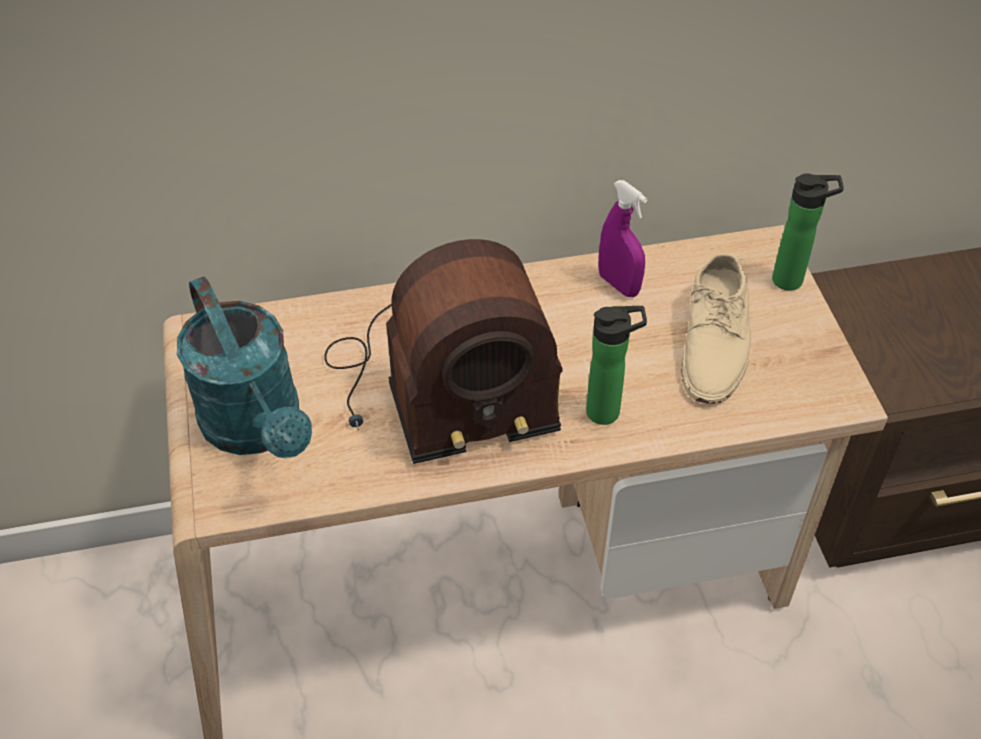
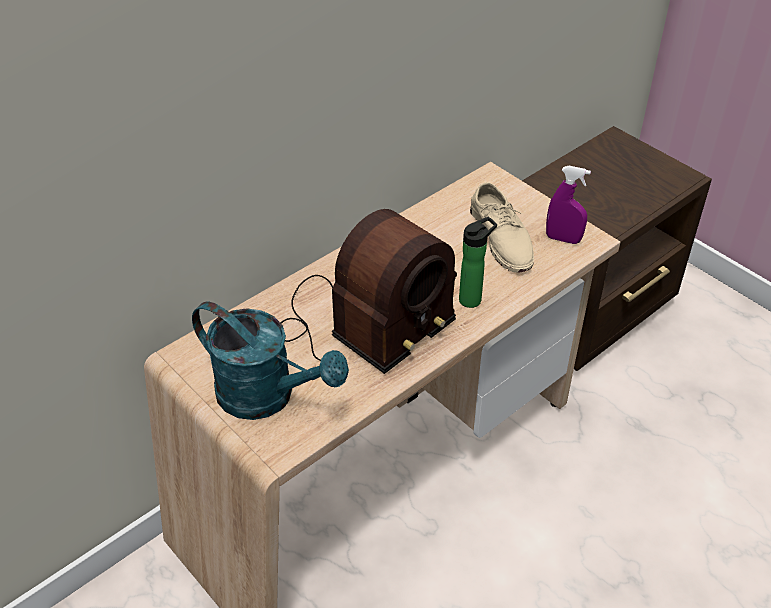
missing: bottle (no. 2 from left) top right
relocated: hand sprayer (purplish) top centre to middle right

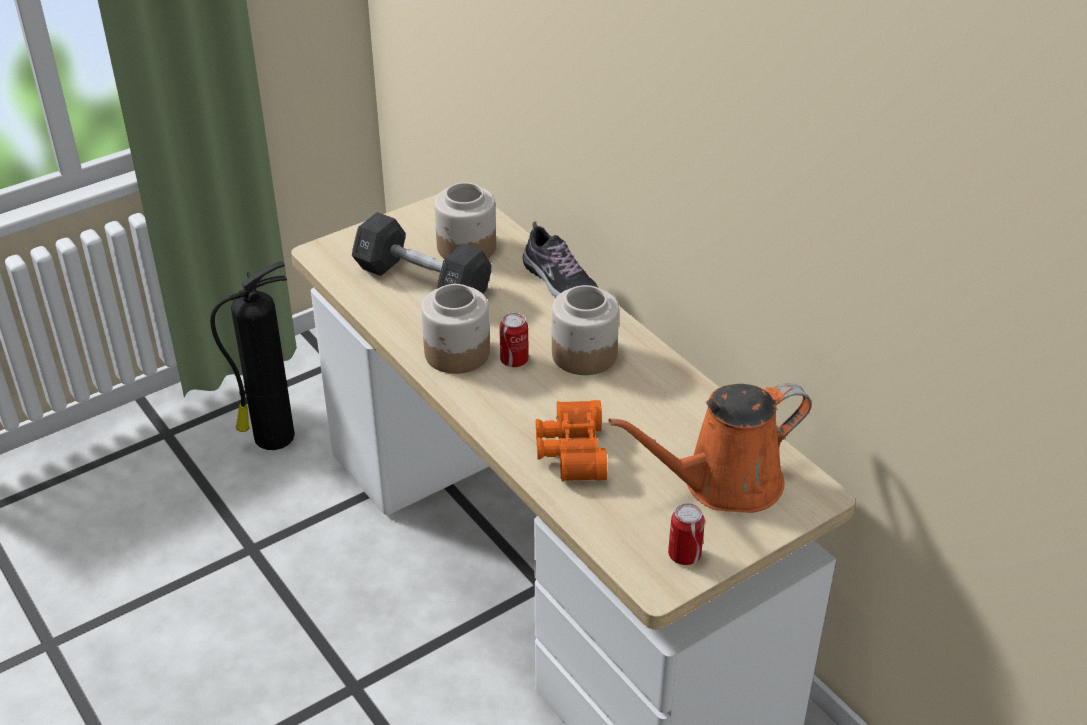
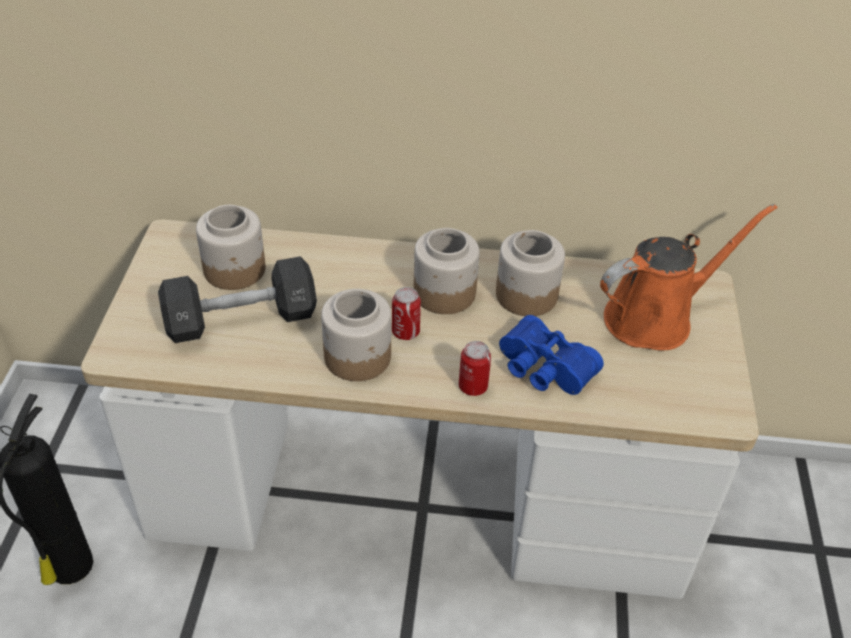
missing: item of footwear centre
appeared: preserve jar (no. 4 from left) centre
relocated: can (no. 2 from left) bottom centre to centre
colour: binoculars (orange-coloured) centre to binoculars (bluish) centre
spun: sprinkling can (orange-coloured) centre = middle right 135 degrees counterclockwise

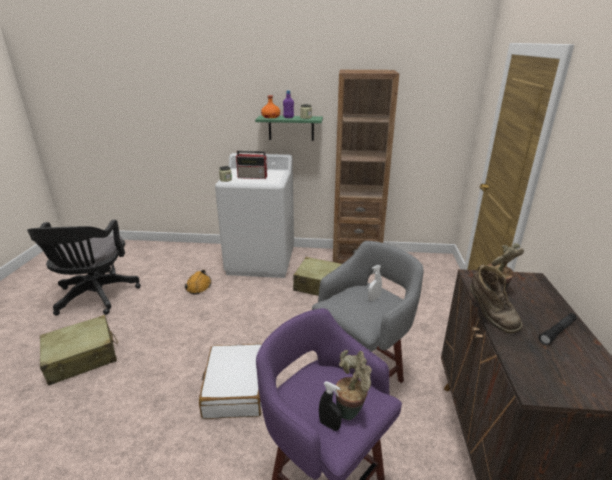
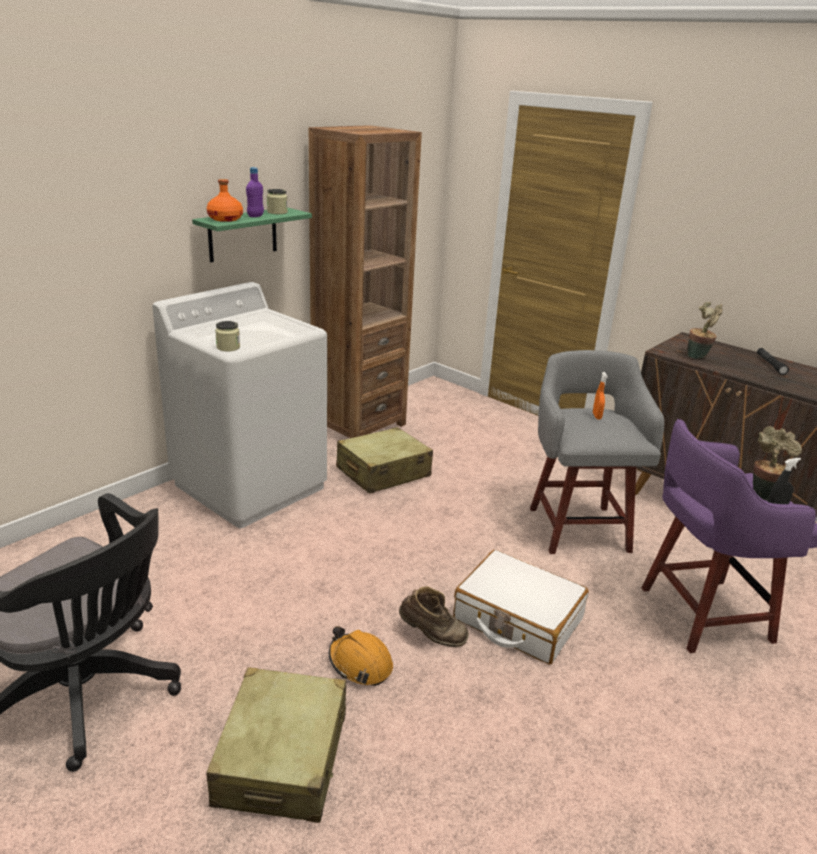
missing: radio set centre
relocated: hard hat (orange-coloured) middle left to bottom centre; boot (brown) middle right to bottom centre
colour: hand sprayer (whitish) centre to hand sprayer (orange-coloured) middle right

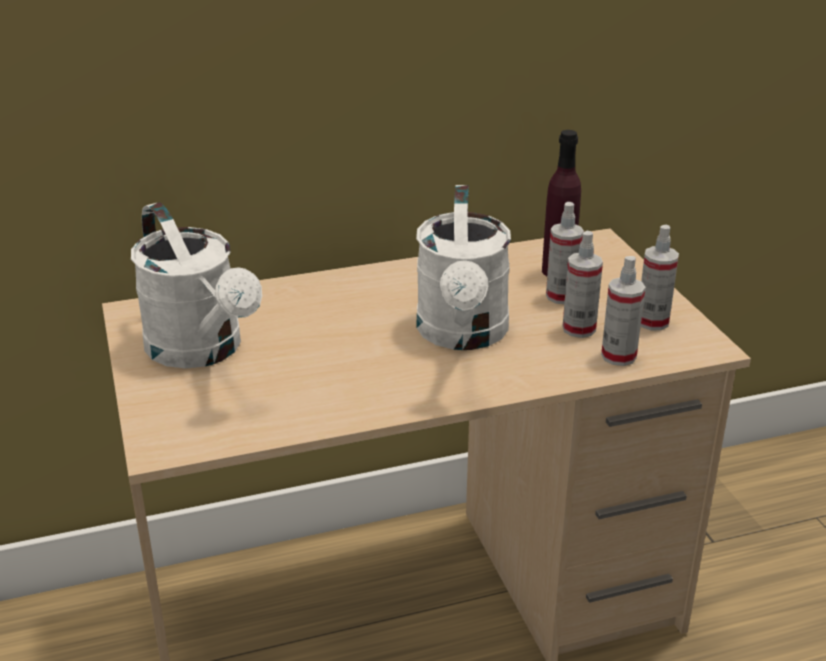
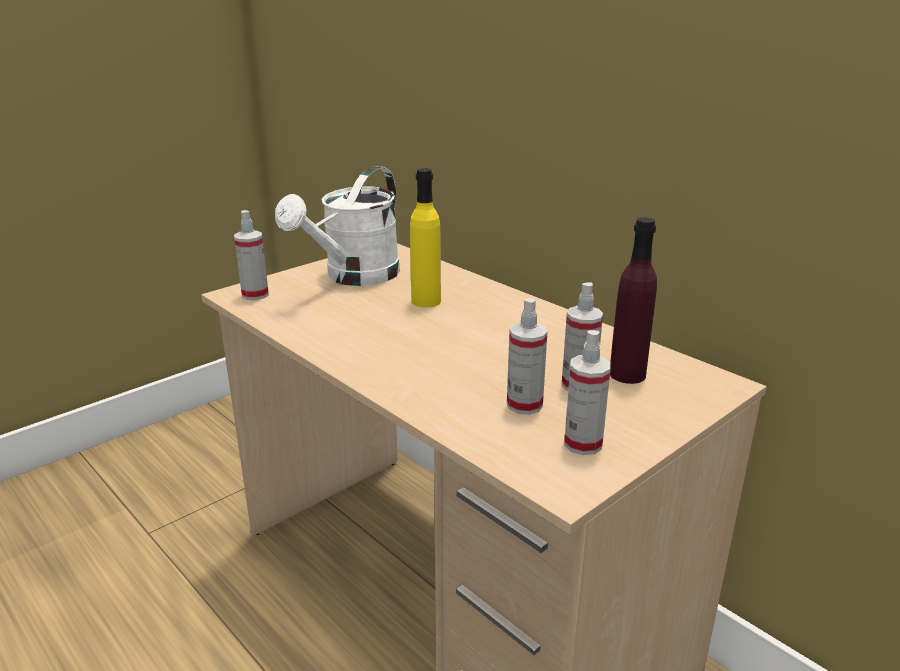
missing: sprinkling can (whitish) (no. 2 from left) centre
appeared: bottle (yellow) centre
relocated: hand sprayer (no. 3 from left in the first image) middle right to hand sprayer (no. 1 from left) middle left

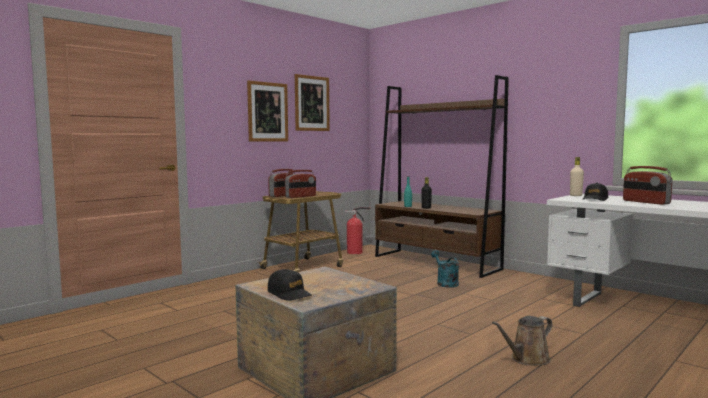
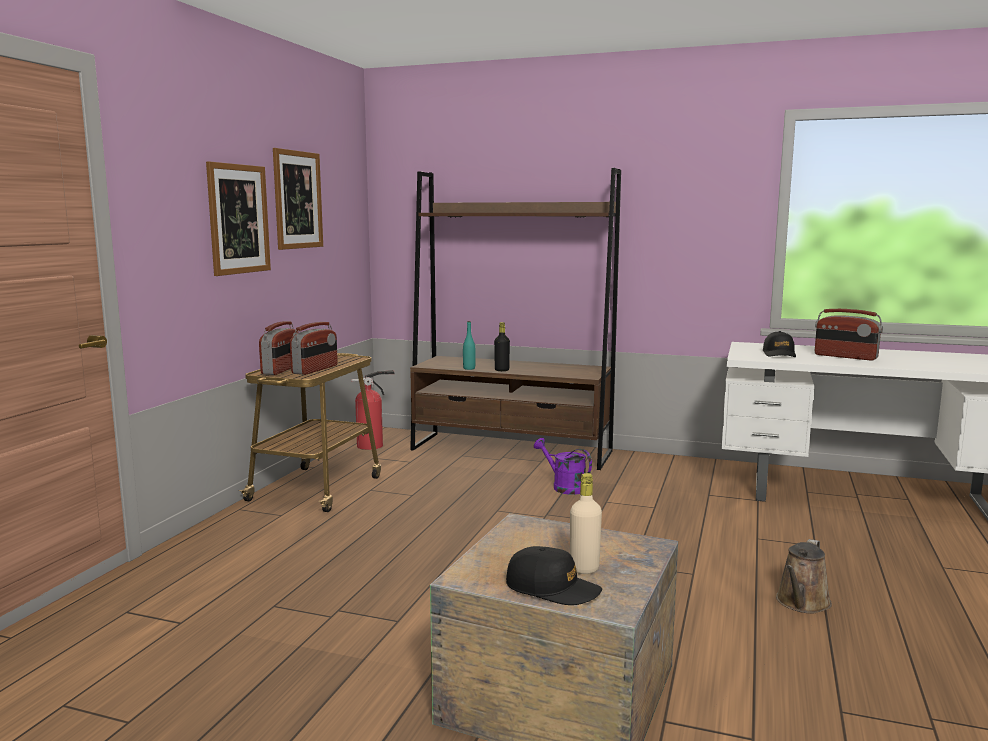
relocated: bottle (sand-coloured) middle right to bottom centre
colour: sprinkling can (turquoise-coloured) bottom centre to sprinkling can (purplish) centre

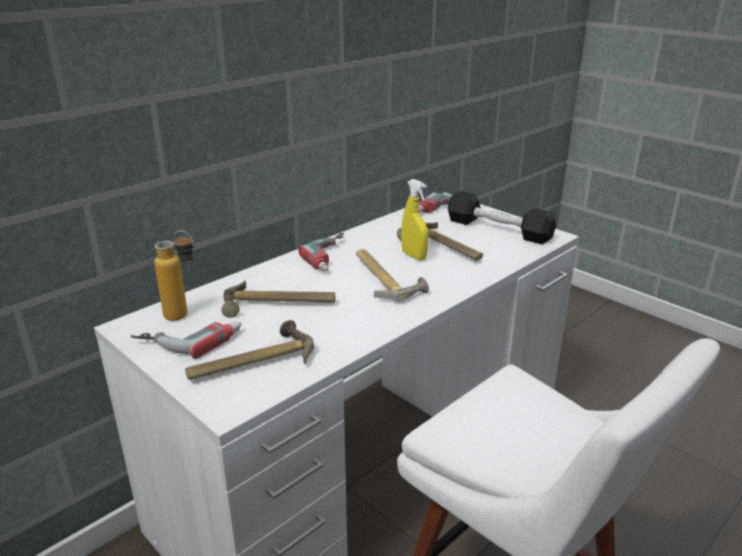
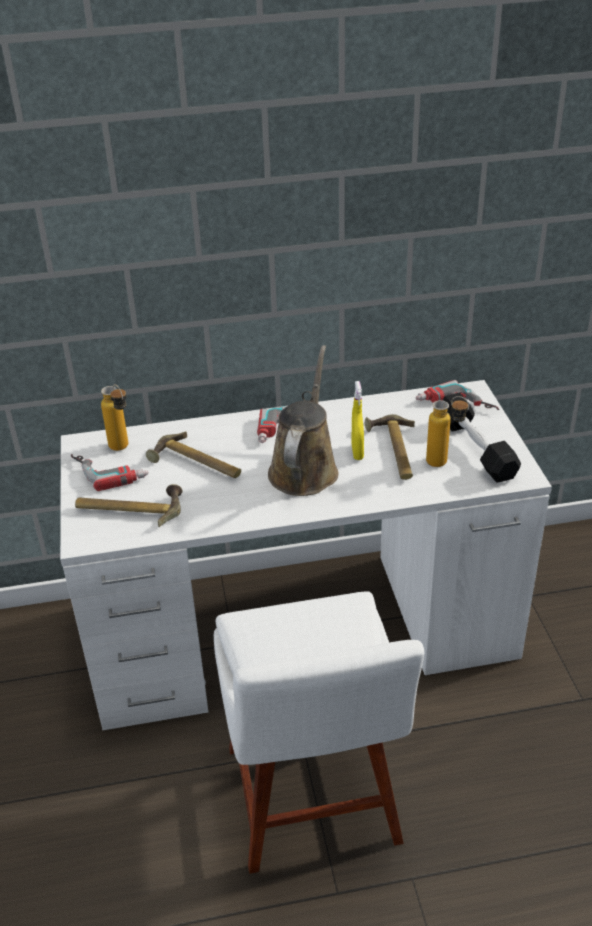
appeared: bottle (no. 2 from left) middle right
exchanged: hammer (no. 3 from left) centre to sprinkling can (brown) centre

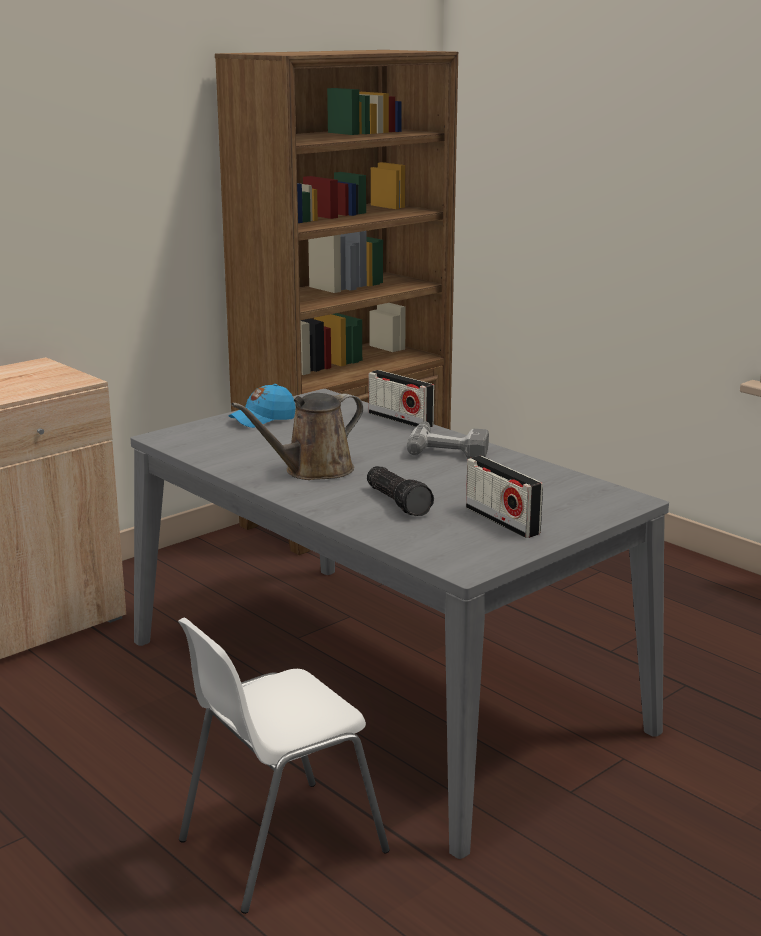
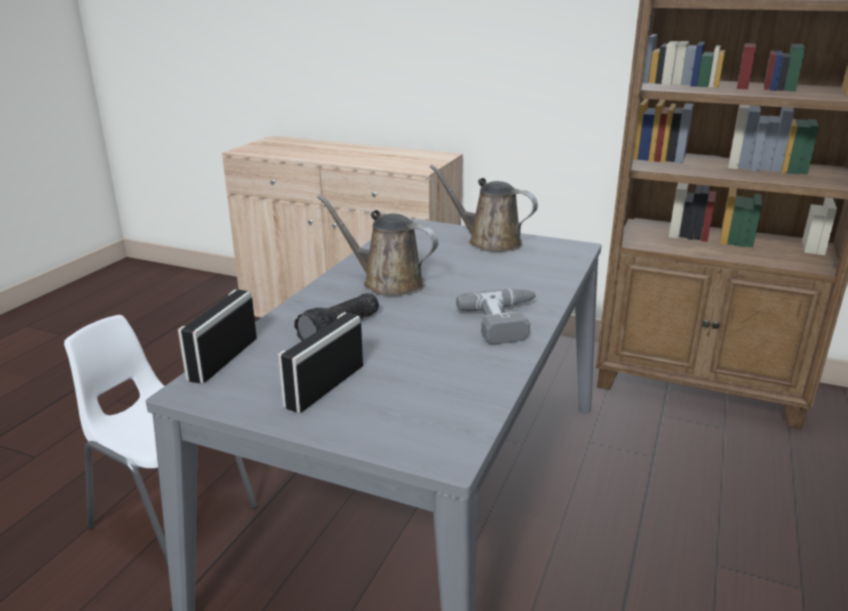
relocated: radio set (no. 1 from left) centre to middle left
exchanged: peaked cap (bluish) centre to sprinkling can (brown) (no. 2 from left) centre

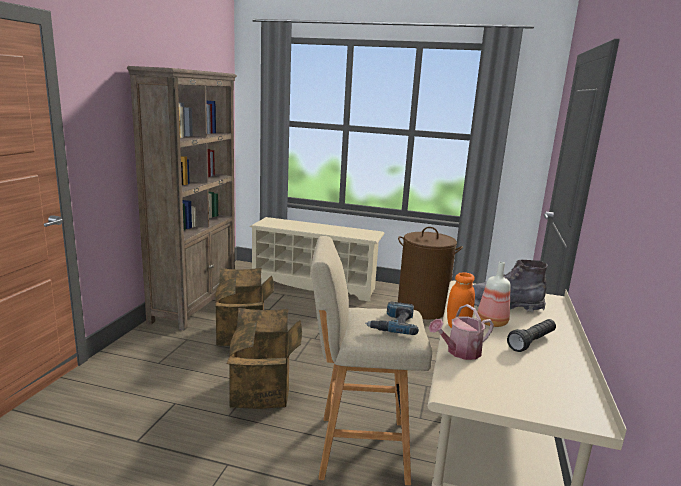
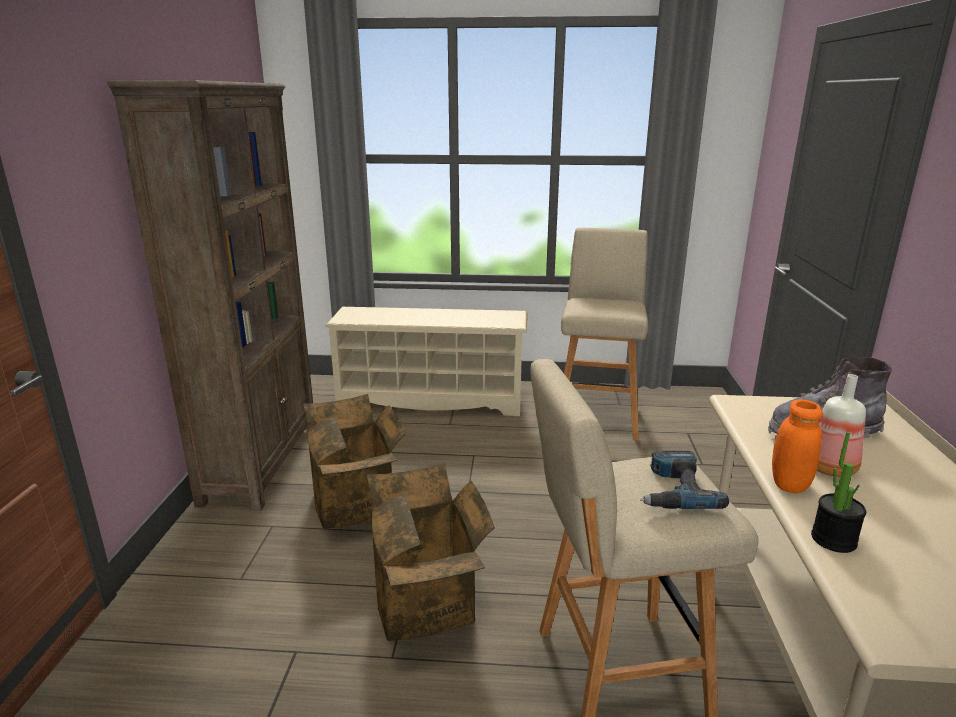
missing: hand torch (blackish) bottom right
exchanged: laundry basket (brown) centre to stool (sand-coloured) (no. 1 from left) centre; sprinkling can bottom right to plant in a pot bottom right

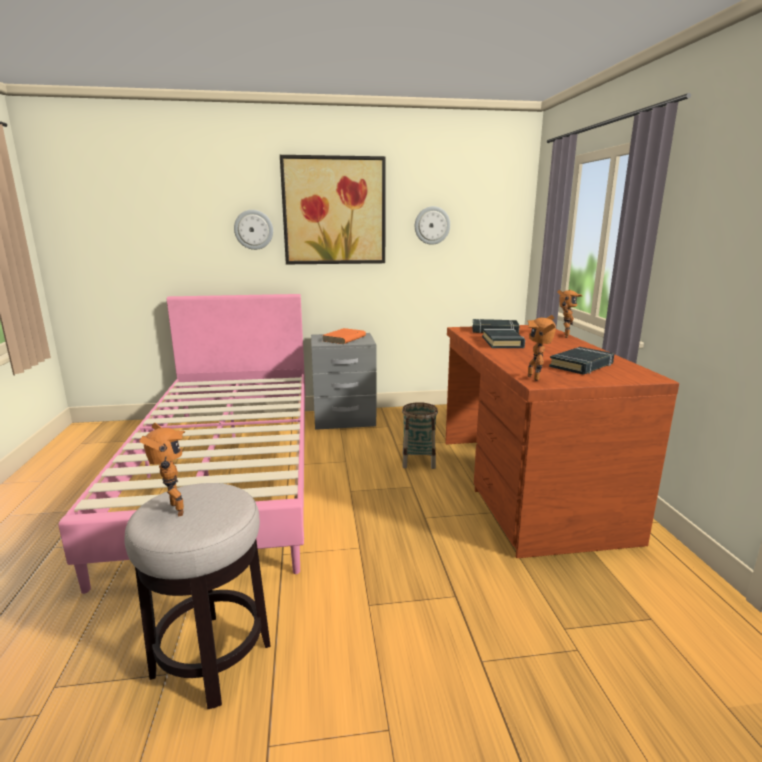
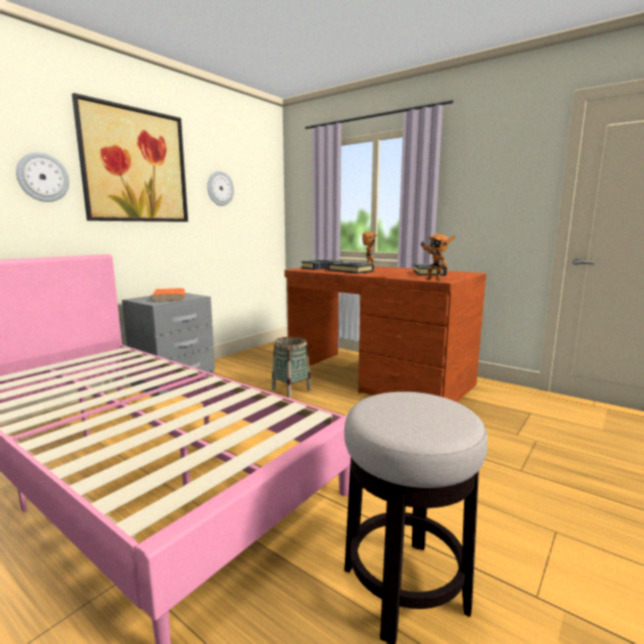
missing: model robot (no. 1 from left) middle left

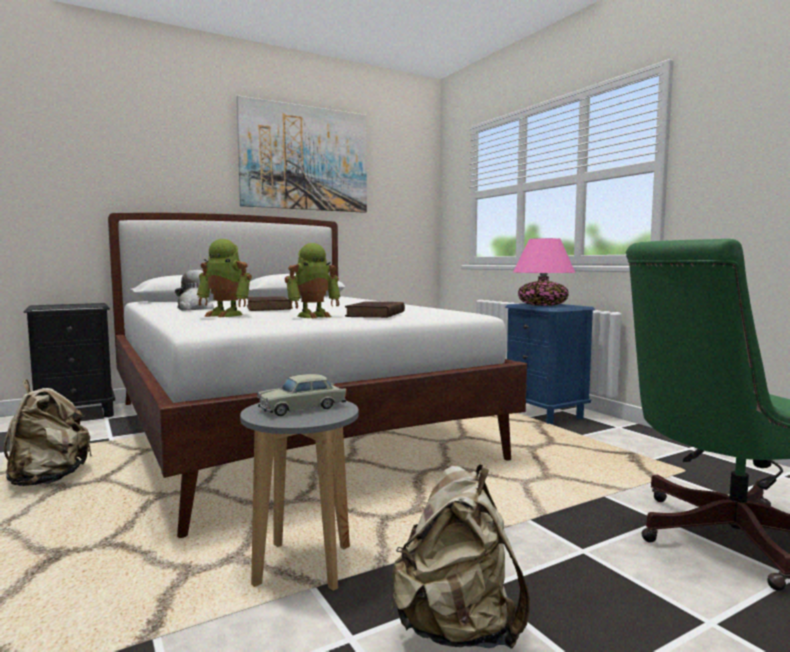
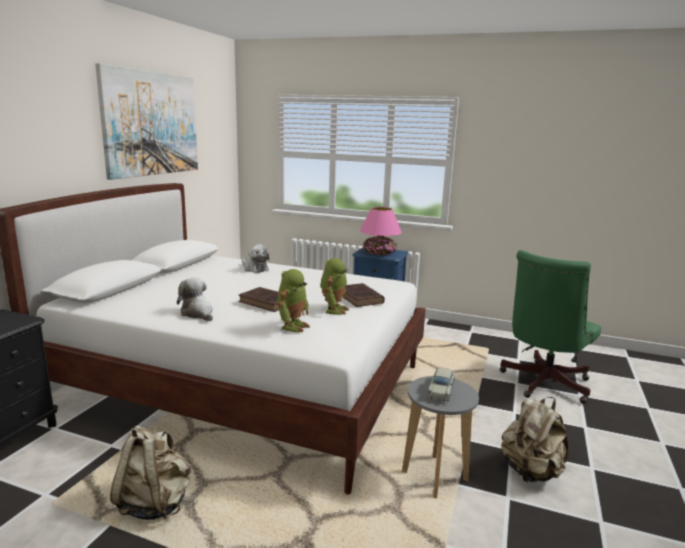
appeared: cuddly toy (no. 2 from left) centre
spun: model robot (no. 1 from left) middle left = centre 45 degrees counterclockwise

